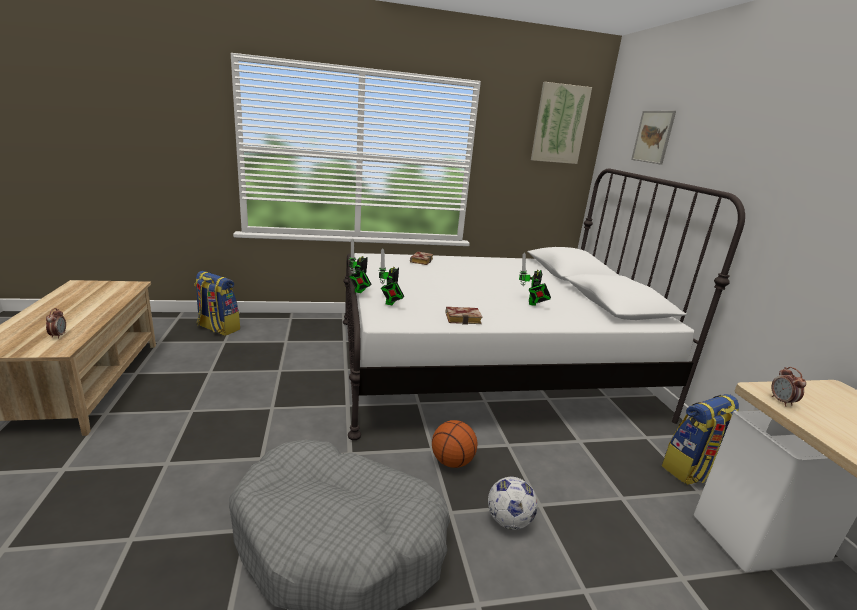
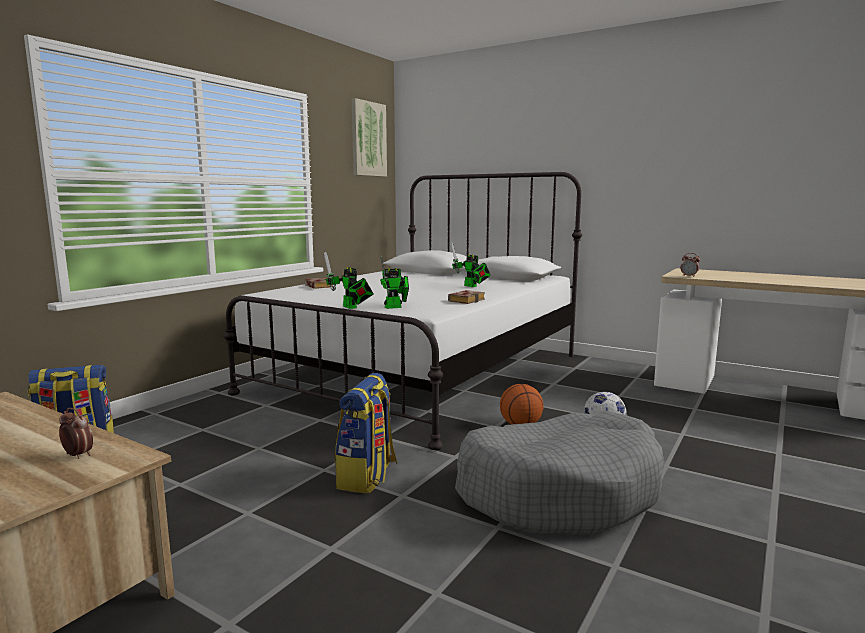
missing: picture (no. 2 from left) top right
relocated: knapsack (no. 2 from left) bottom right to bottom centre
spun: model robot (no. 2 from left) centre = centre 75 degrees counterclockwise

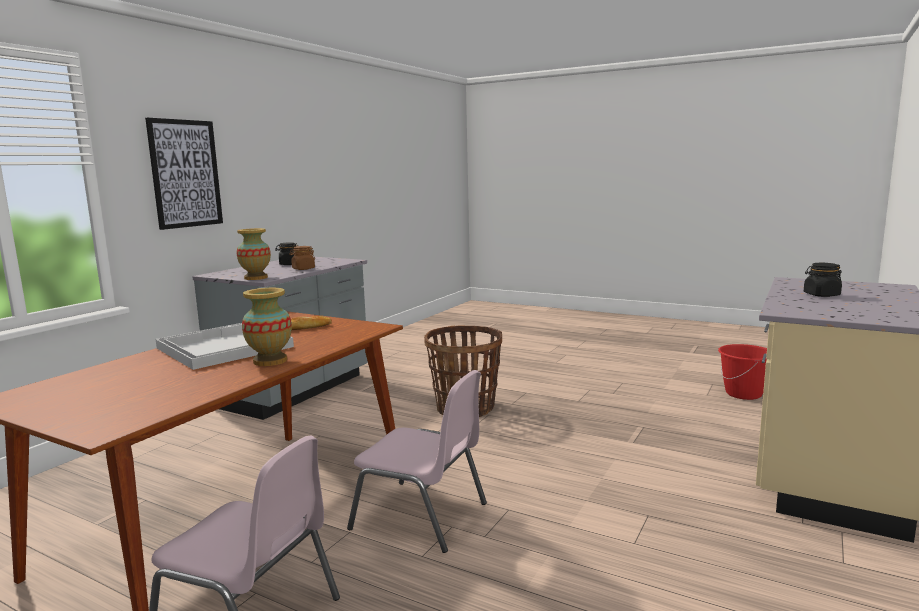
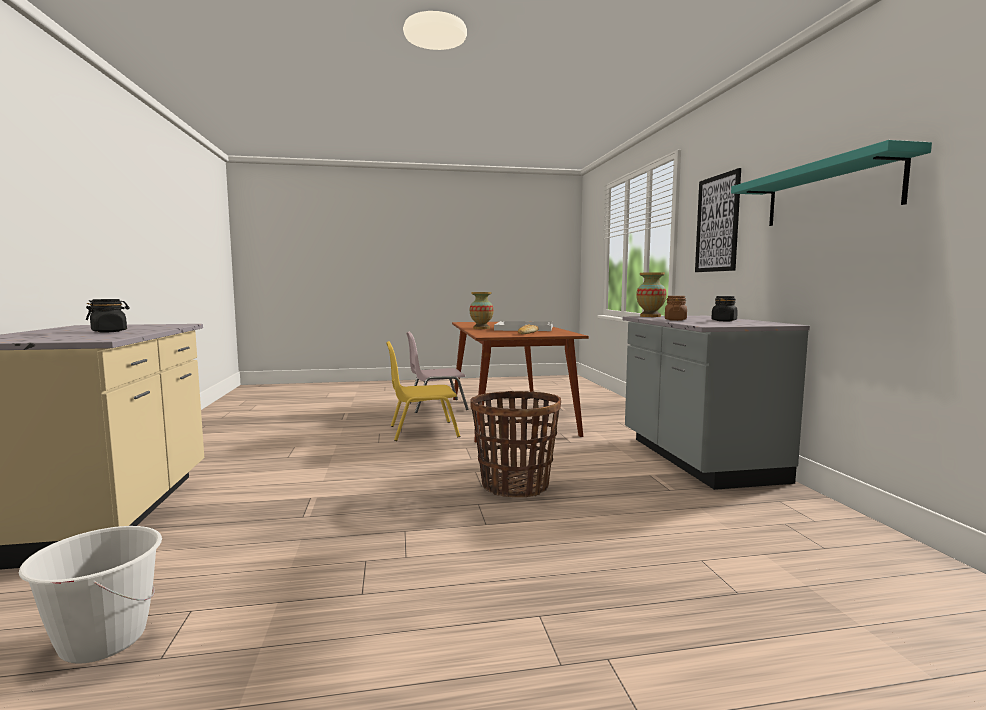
appeared: bracket shelf (turquoise-coloured) top right
colour: plain chair (pinkish) (no. 2 from left) bottom centre to plain chair (yellow) centre; bucket (reddish) middle right to bucket (whitish) bottom left

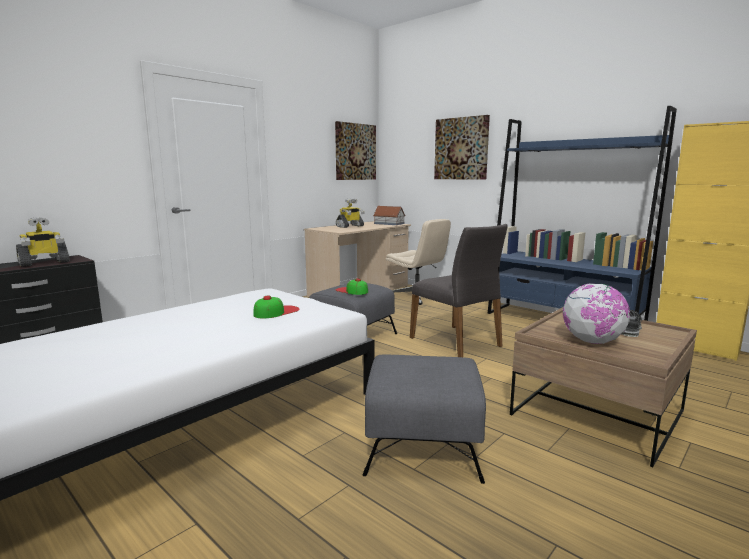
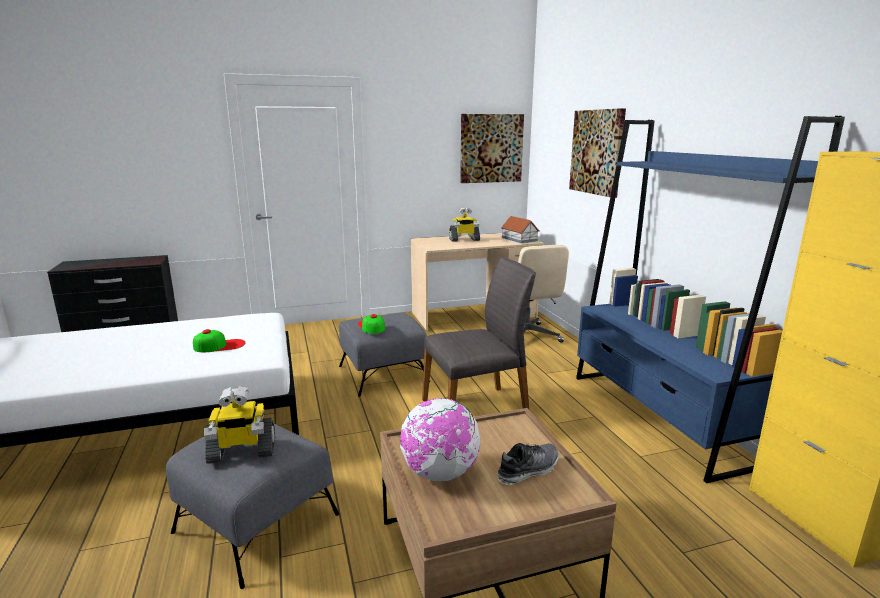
relocated: model robot (no. 1 from left) middle left to bottom left
spun: plain chair (gray) centre = centre 105 degrees counterclockwise

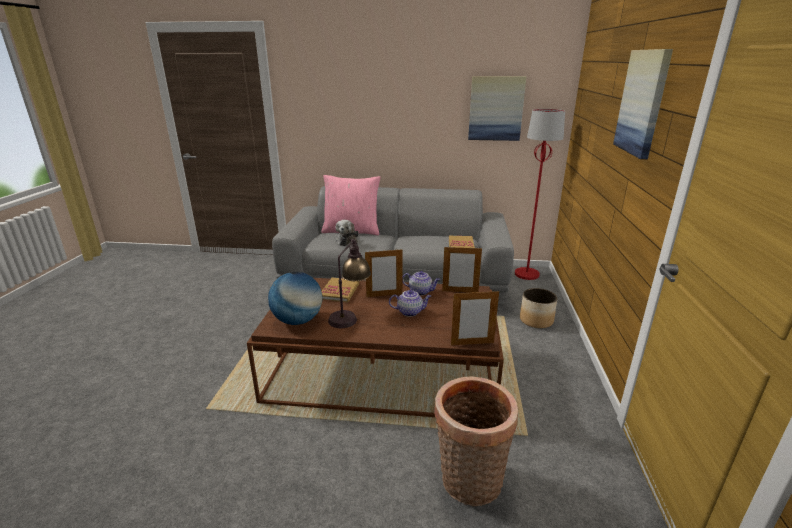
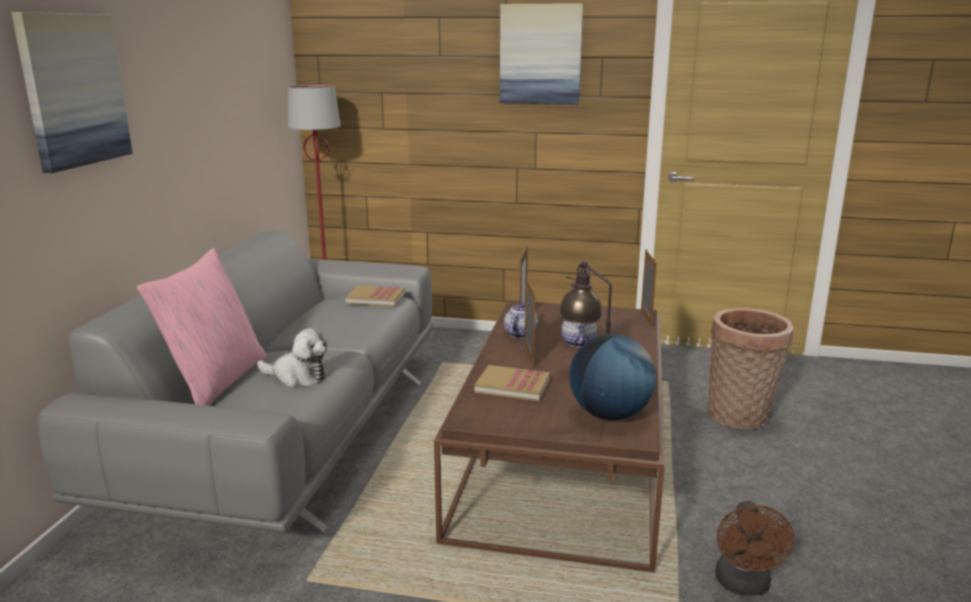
missing: flower pot middle right
appeared: cooling fan (brown) bottom right
relocated: picture (no. 1 from left) top centre to top left

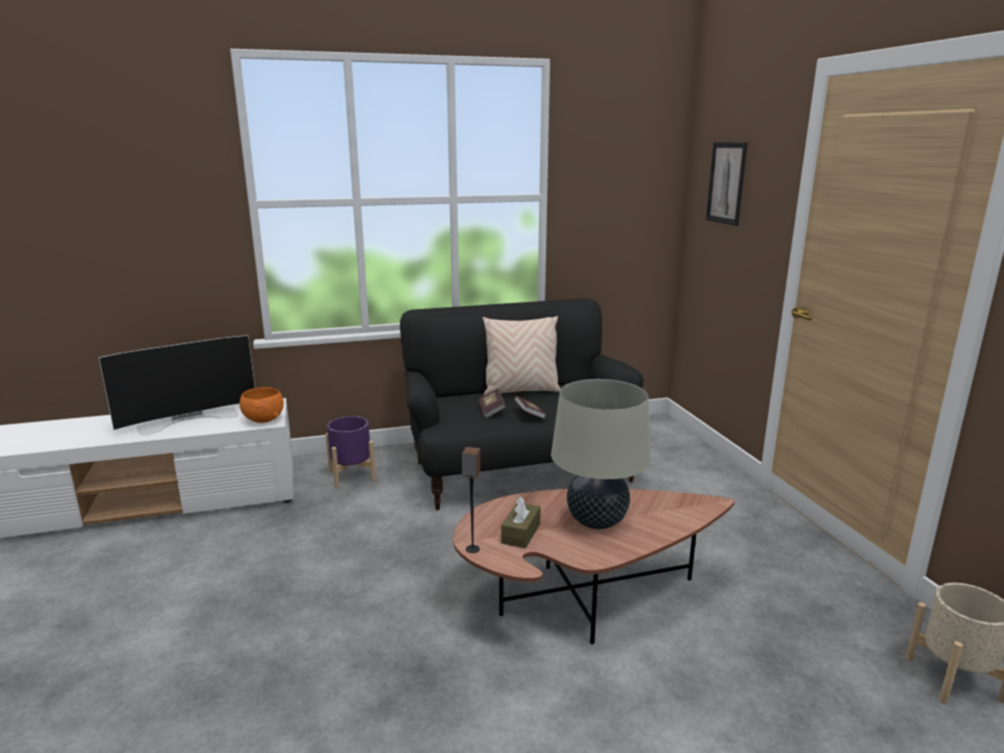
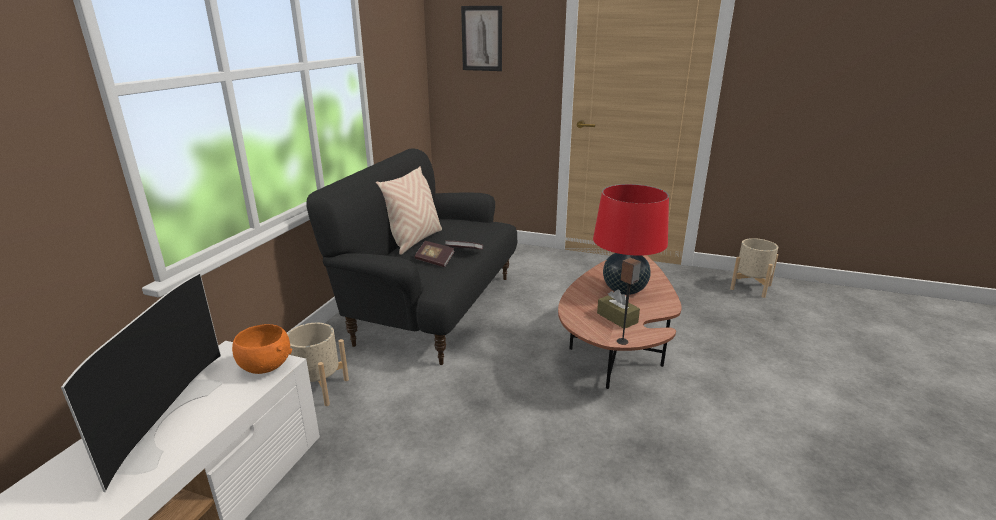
colour: flower pot (purplish) centre to flower pot (sand-coloured) (no. 1 from left) bottom left; lamp for a table (sand-coloured) centre to lamp for a table (reddish) centre

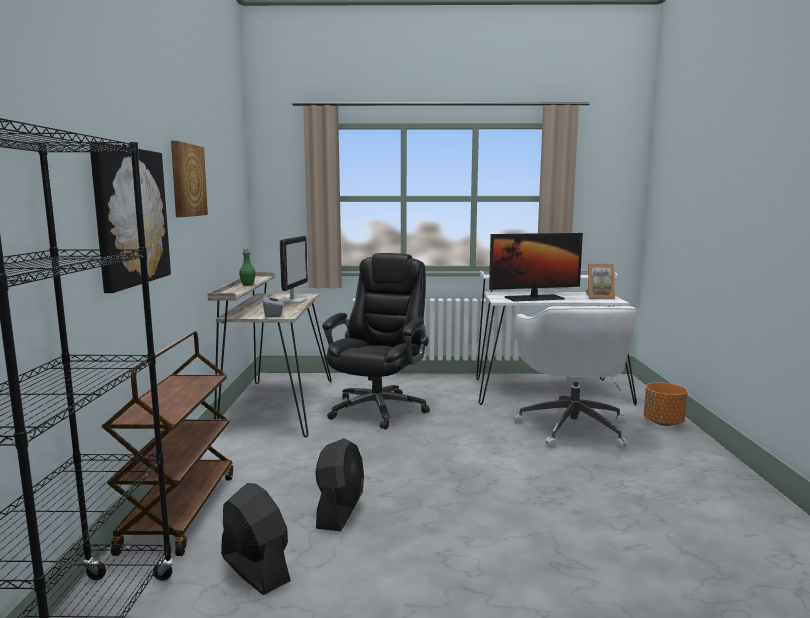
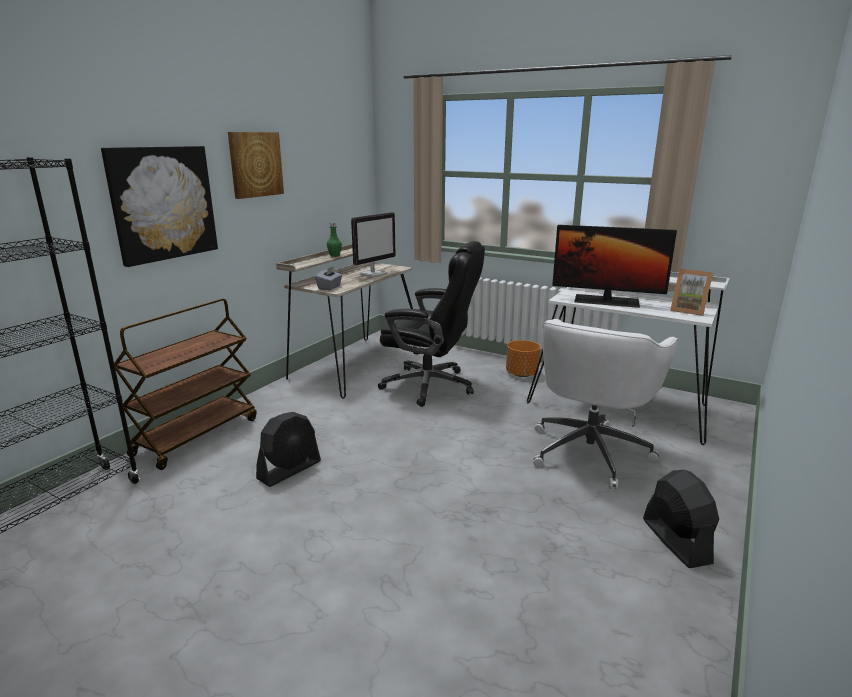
relocated: cooling fan (blackish) (no. 1 from left in the first image) bottom left to cooling fan (blackish) (no. 2 from left) bottom right; flower pot (orange-coloured) middle right to centre
spun: computer chair (blackish) centre = centre 60 degrees clockwise

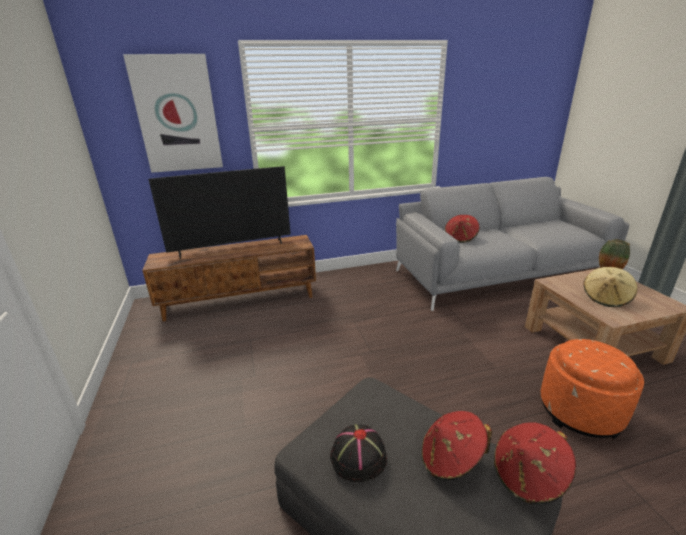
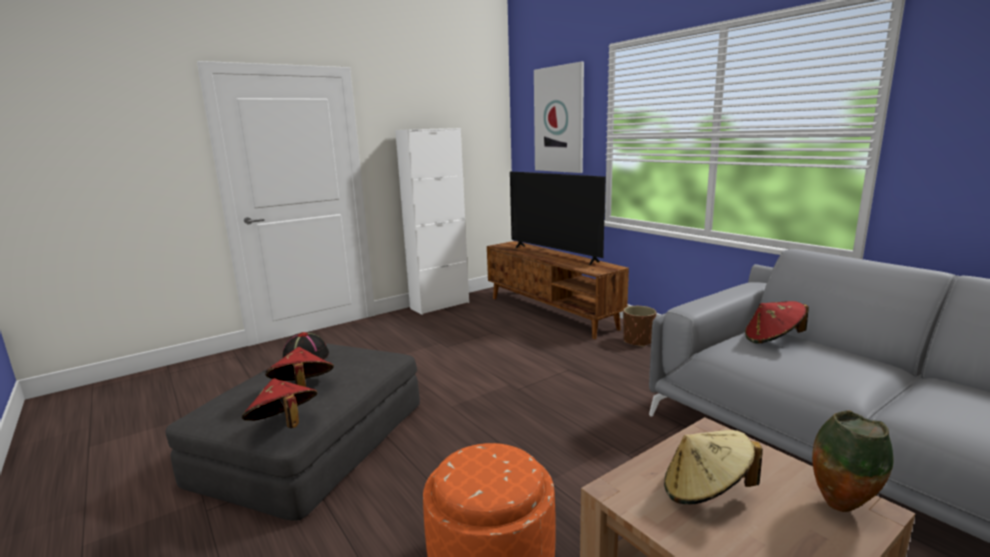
appeared: storage cabinet (whitish) centre; flower pot (brown) centre

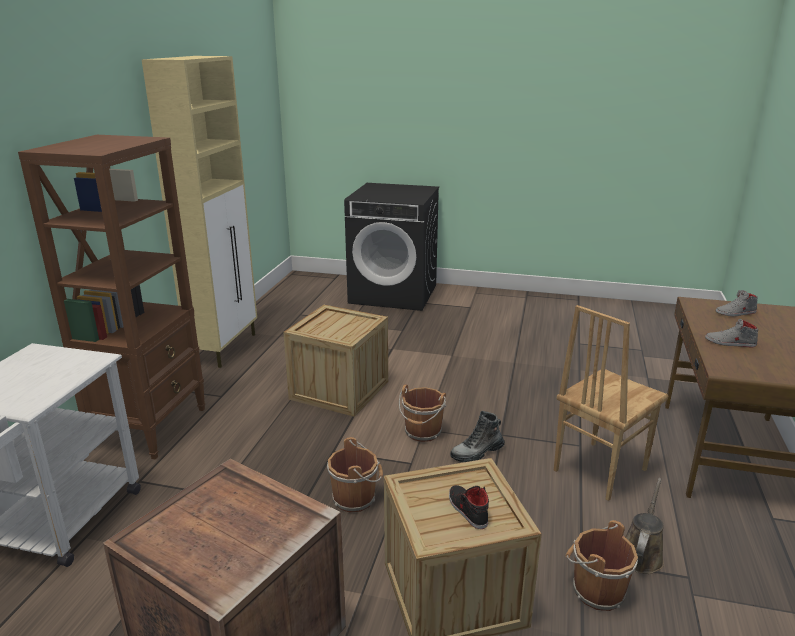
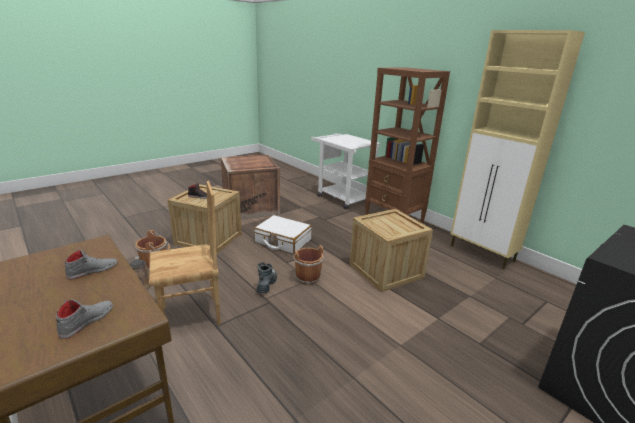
exchanged: bucket (brown) (no. 1 from left) bottom centre to travel case (whitish) centre
spun: plain chair (brown) middle right = middle left 75 degrees clockwise

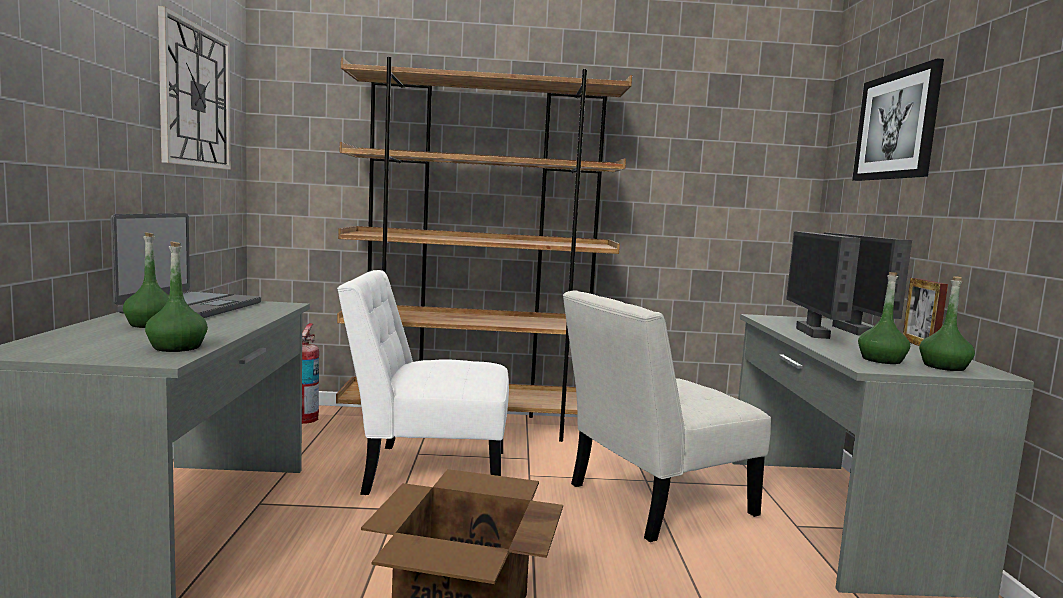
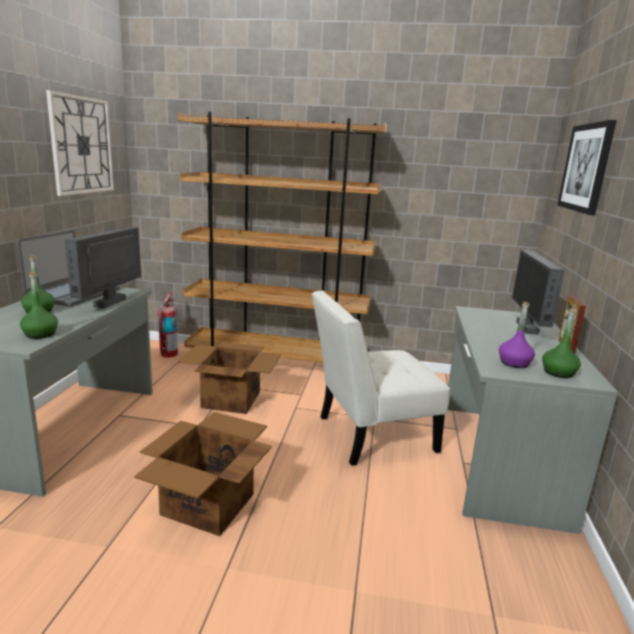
relocated: computer display (no. 1 from left) middle right to middle left
exchanged: plain chair (whitish) (no. 1 from left) centre to packing box (no. 2 from left) centre
colour: bottle (greenish) (no. 3 from left) middle right to bottle (purplish) middle right

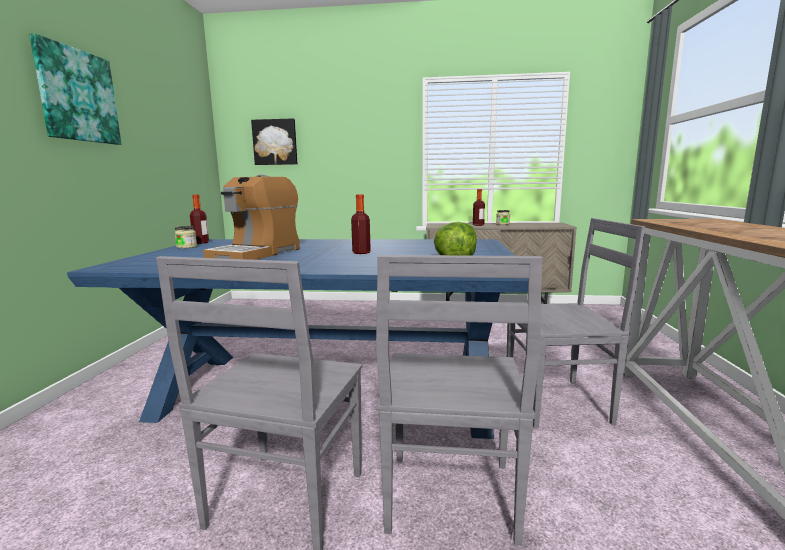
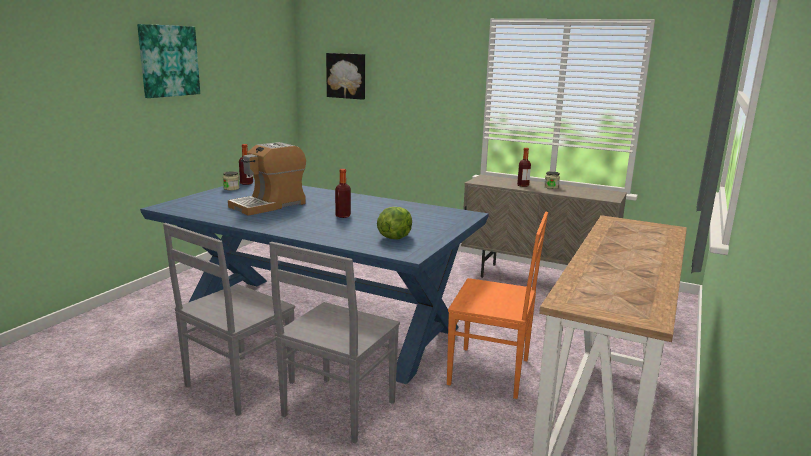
colour: plain chair (gray) (no. 3 from left) middle right to plain chair (orange-coloured) bottom centre

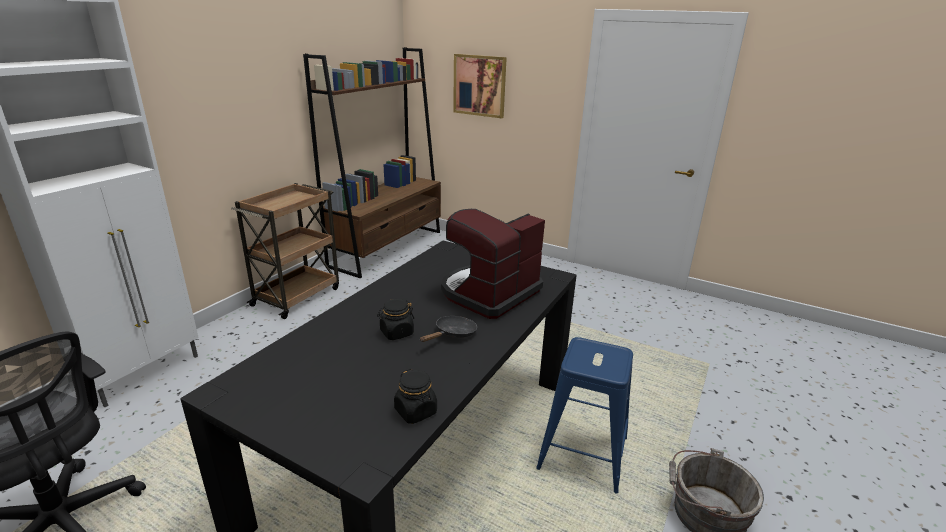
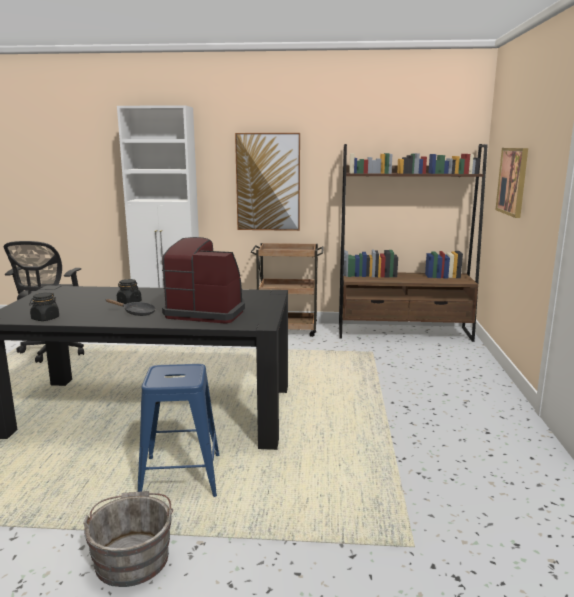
appeared: picture (no. 1 from left) top centre

